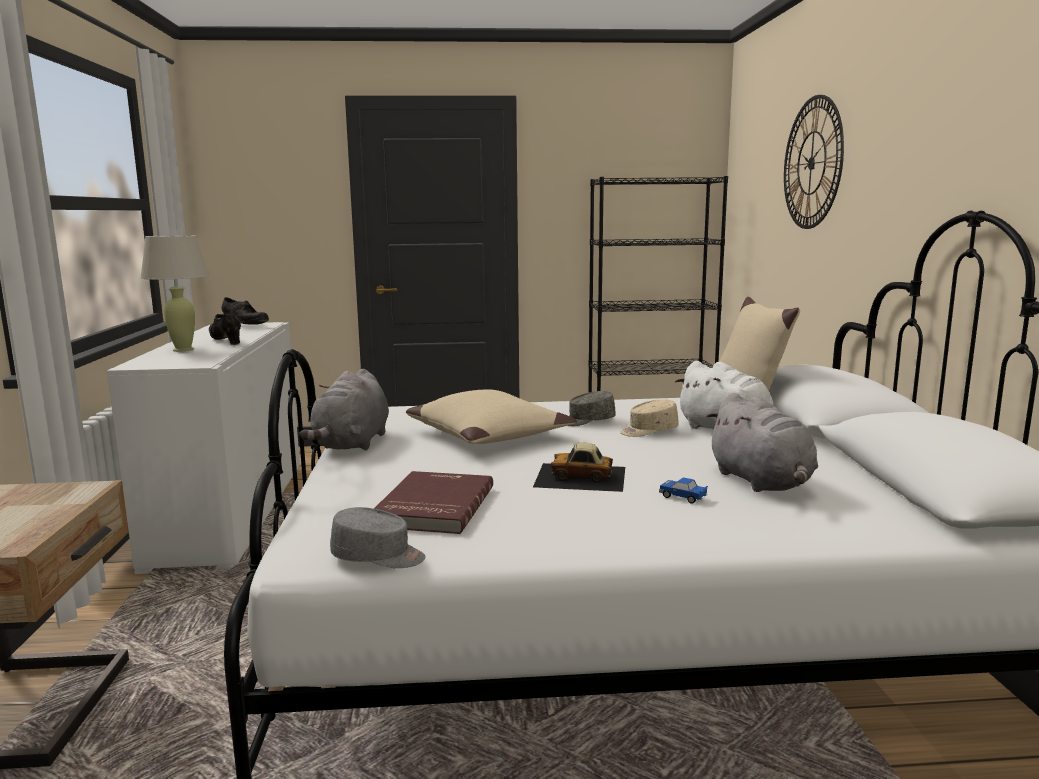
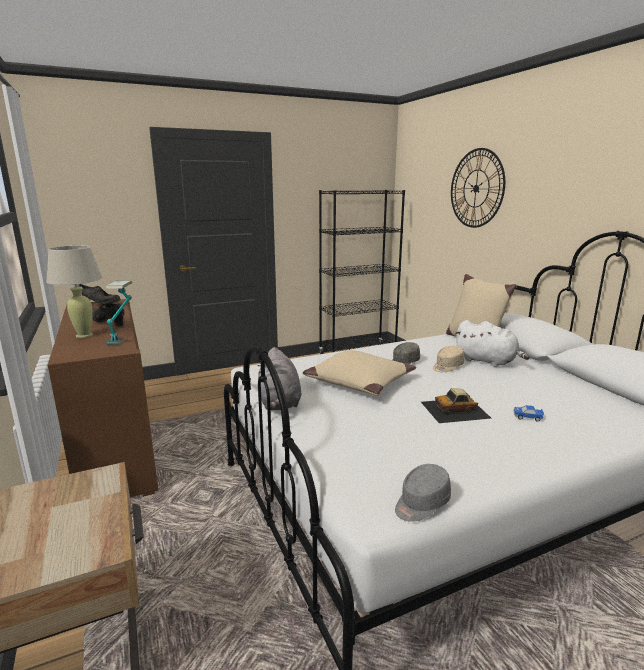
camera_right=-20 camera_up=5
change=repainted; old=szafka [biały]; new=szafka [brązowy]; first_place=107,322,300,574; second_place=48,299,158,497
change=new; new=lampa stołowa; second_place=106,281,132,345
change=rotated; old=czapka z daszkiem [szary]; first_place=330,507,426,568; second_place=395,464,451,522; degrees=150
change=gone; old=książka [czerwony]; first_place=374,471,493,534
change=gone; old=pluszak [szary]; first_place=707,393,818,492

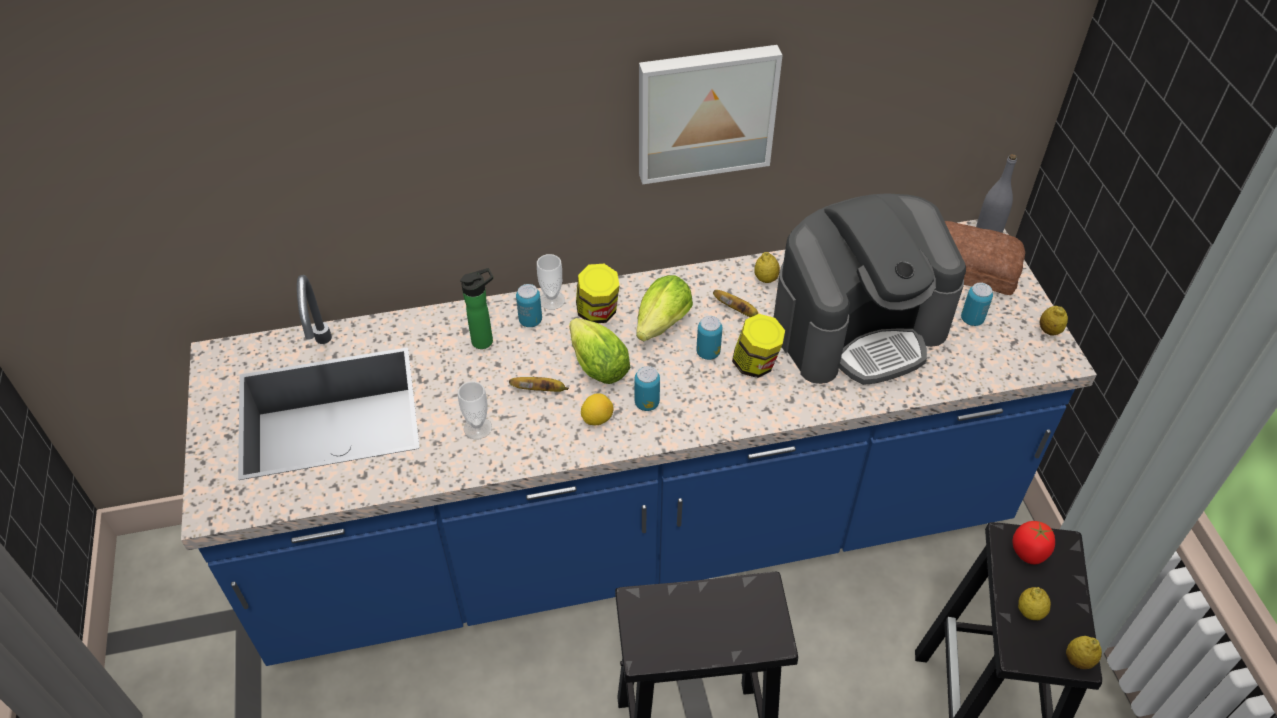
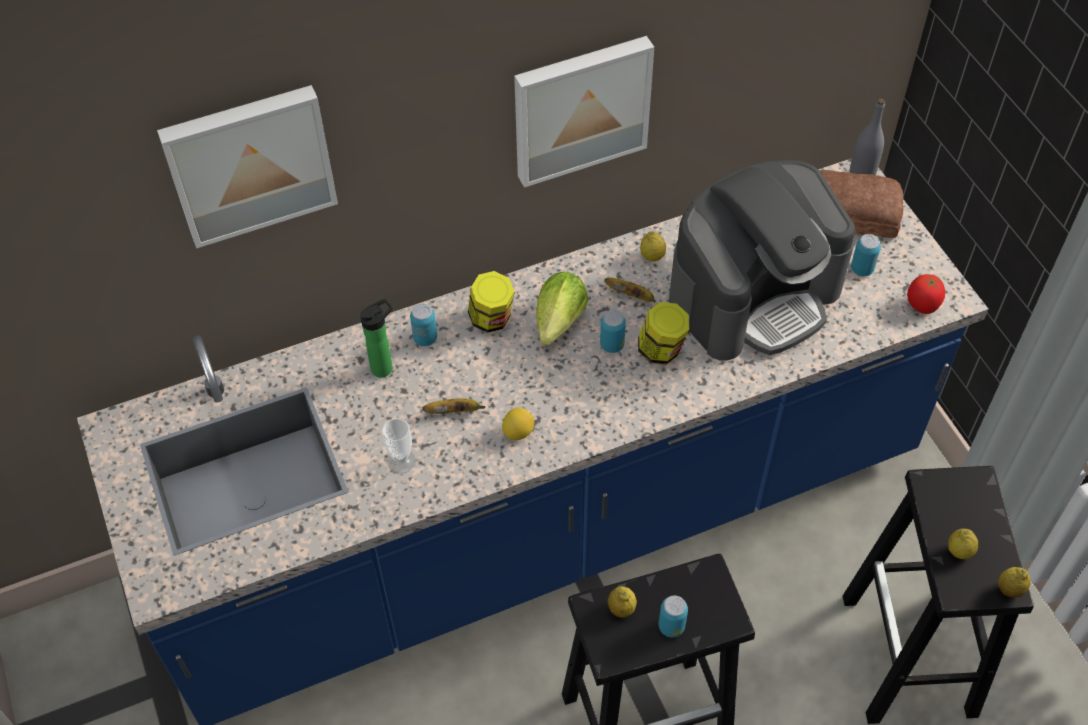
camera_right=-10 camera_up=5
change=new; new=obraz; second_place=157,85,338,248
change=shifted; old=cytryna; first_place=1040,306,1068,335; second_place=608,586,637,618
change=shifted; old=puszka; first_place=635,366,660,411; second_place=659,595,688,638
change=shifted; old=pomidor; first_place=1012,521,1055,565; second_place=907,274,945,314
change=gone; old=filiżanka; first_place=537,254,565,310
change=gone; old=sałata; first_place=569,318,630,384

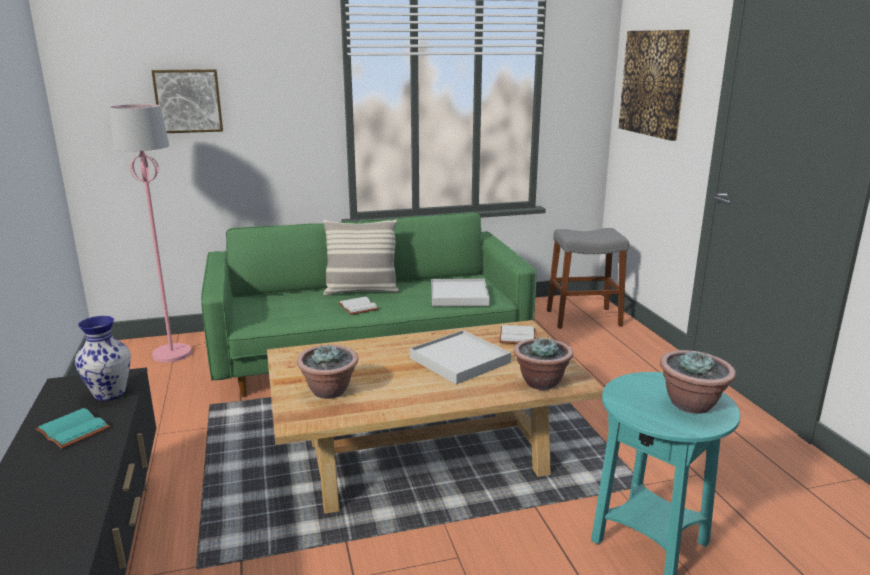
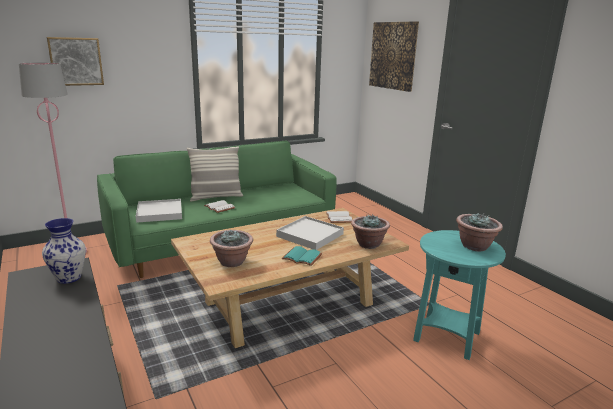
camera_right=-15 camera_up=0
change=shifted; old=taca [biały]; first_place=431,279,489,306; second_place=136,199,182,223
change=shifted; old=książka [turkusowy]; first_place=35,408,110,449; second_place=282,246,322,266
change=gone; old=stołek [szary]; first_place=547,228,629,329

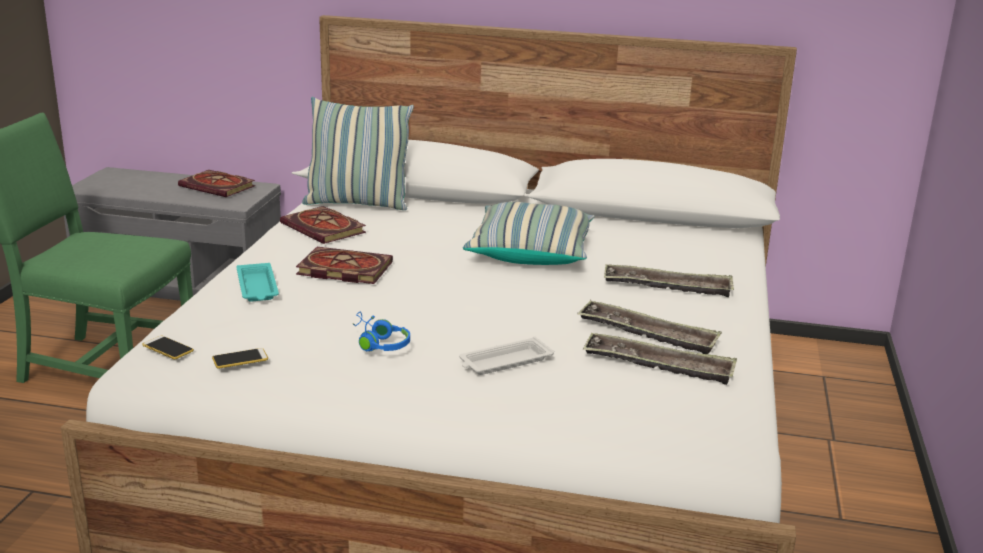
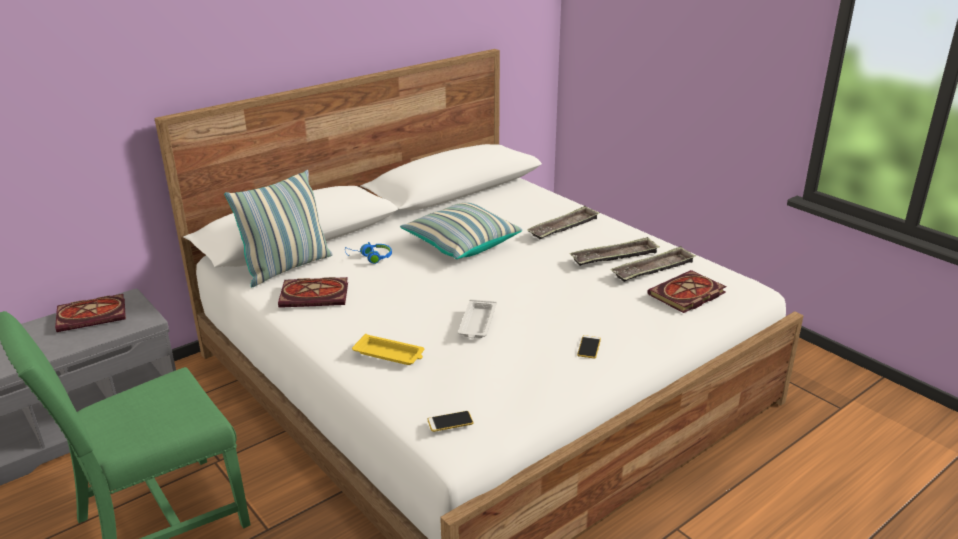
camera_right=-50 camera_up=5
change=shifted; old=słuchawki [niebieski]; first_place=352,312,410,351; second_place=345,242,392,264
change=repainted; old=taca [turkusowy]; new=taca [żółty]; first_place=236,263,279,302; second_place=352,334,424,365
change=shifted; old=taca [biały]; first_place=459,337,554,375; second_place=458,299,497,338
change=shifted; old=telefon; first_place=212,348,268,368; second_place=577,335,601,359
change=shifted; old=książka; first_place=296,247,393,284; second_place=647,270,727,313

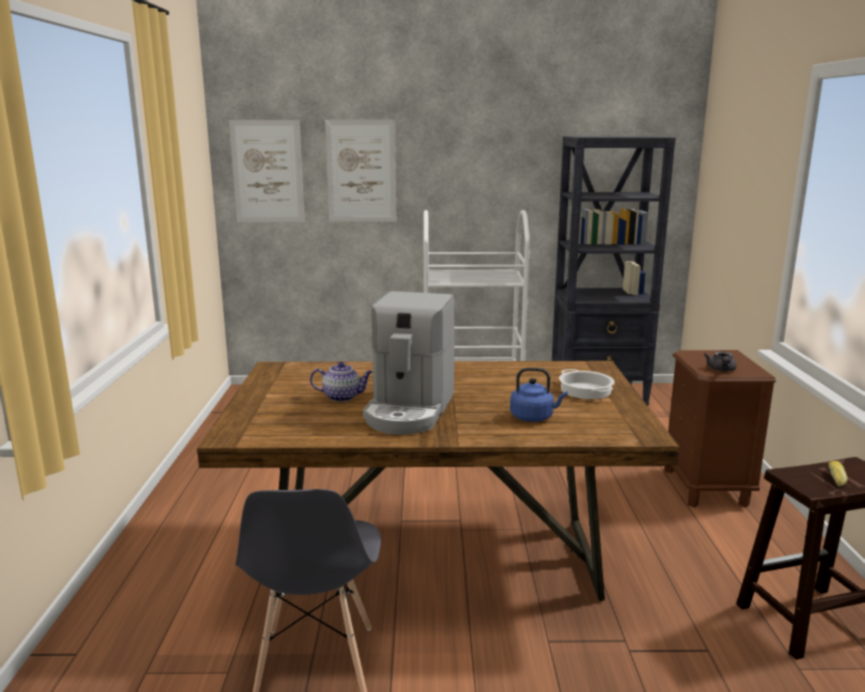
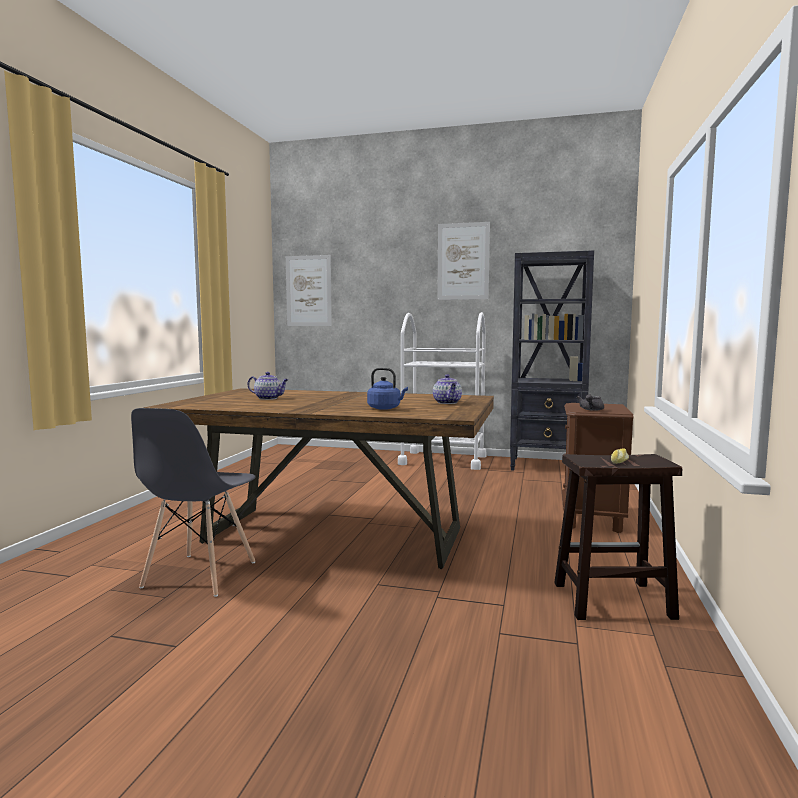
camera_right=15 camera_up=-10
change=swapped; old=garnek; new=imbryk; first_place=559,369,615,399; second_place=433,374,462,404
change=shifted; old=obraz; first_place=325,119,396,222; second_place=437,222,490,300
change=gone; old=ekspres do kawy; first_place=363,291,455,435

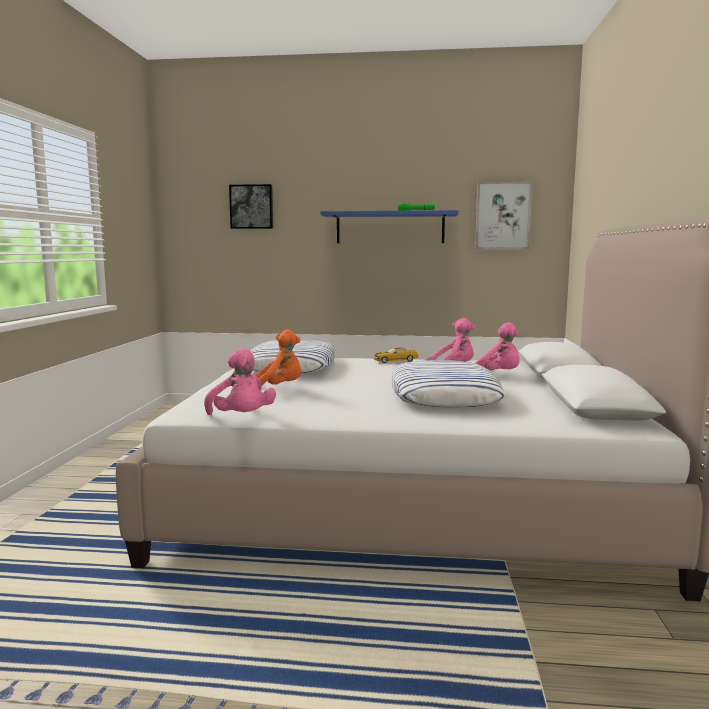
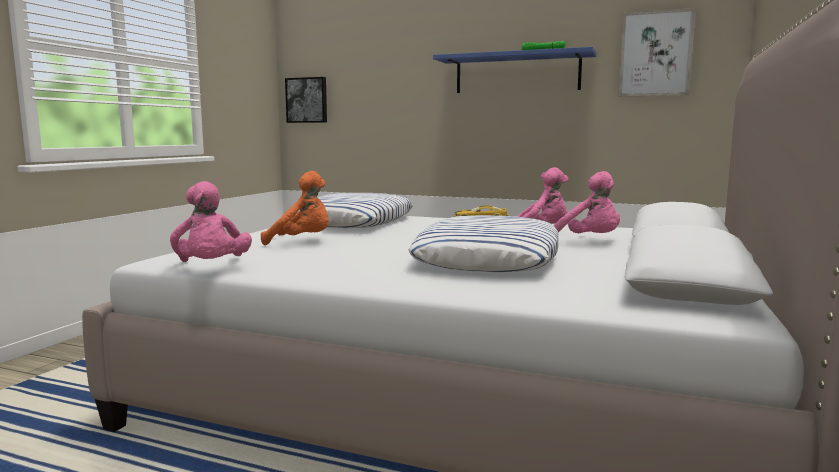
camera_right=15 camera_up=0
change=shifted; old=obraz; first_place=229,184,273,229; second_place=285,77,327,123

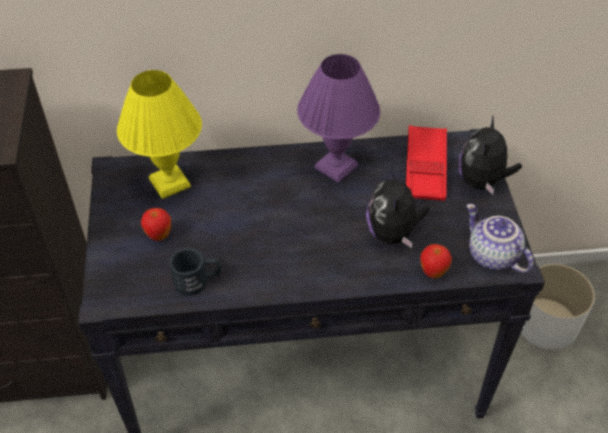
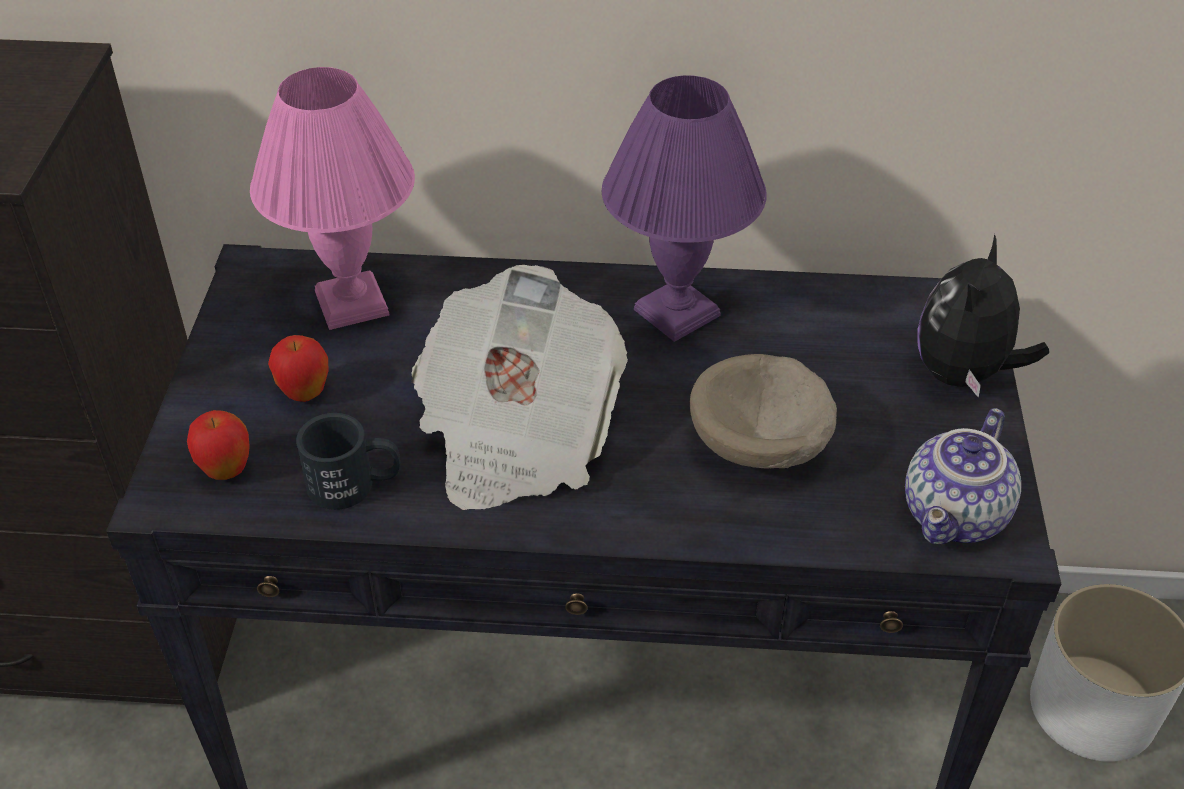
camera_right=10 camera_up=-5
change=shifted; old=jabłko; first_place=420,244,452,278; second_place=187,410,250,480
change=repainted; old=lampa stołowa [żółty]; new=lampa stołowa [różowy]; first_place=117,70,202,199; second_place=250,67,415,330
change=new; new=gazeta; second_place=411,265,628,510
change=swapped; old=pluszak; new=miska [beżowy]; first_place=366,166,429,248; second_place=690,354,837,468
change=rotated; old=imbryk; first_place=467,204,534,273; second_place=905,408,1021,545; degrees=-120
change=gone; old=taca [czerwony]; first_place=406,125,447,201

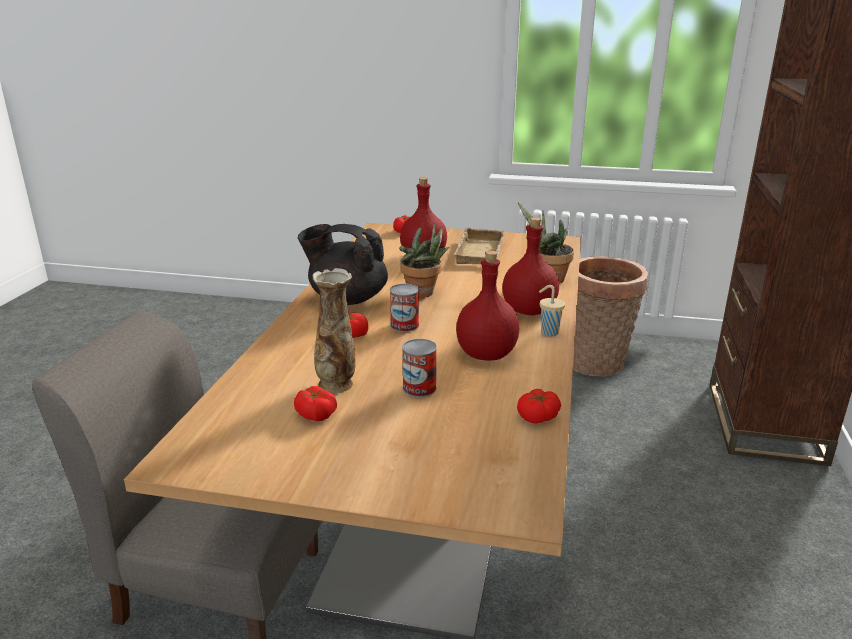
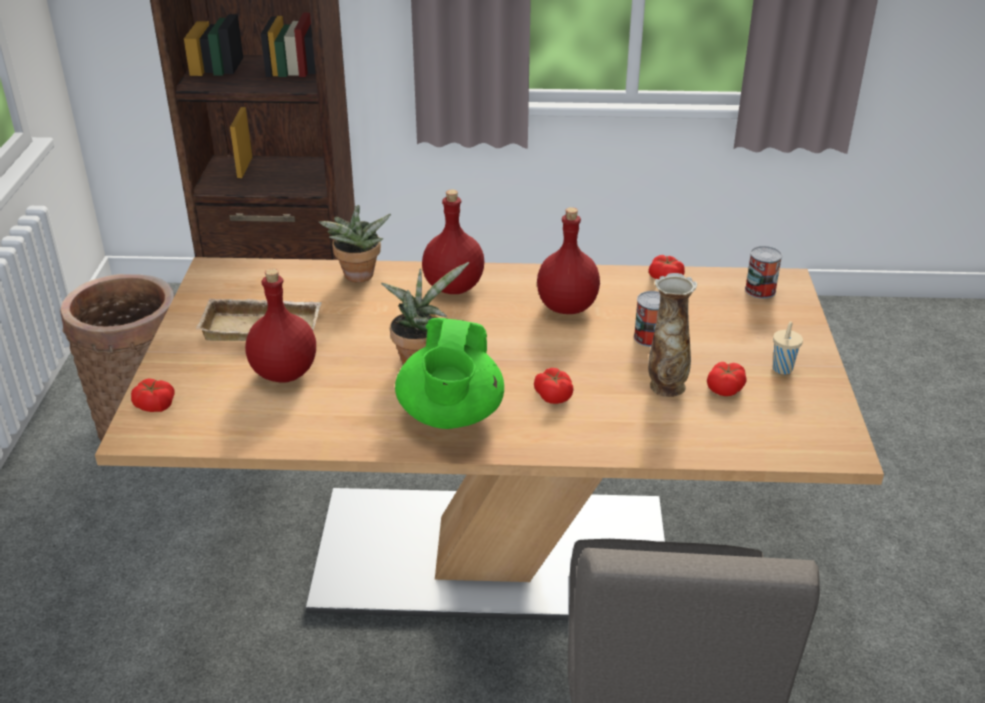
camera_right=-100 camera_up=10
change=repainted; old=imbryk [czarny]; new=imbryk [zielony]; first_place=298,224,388,305; second_place=395,318,504,429
change=shifted; old=puszka; first_place=390,284,419,332; second_place=745,246,782,299
change=shifted; old=filiżanka [beżowy]; first_place=539,285,565,336; second_place=773,321,803,374

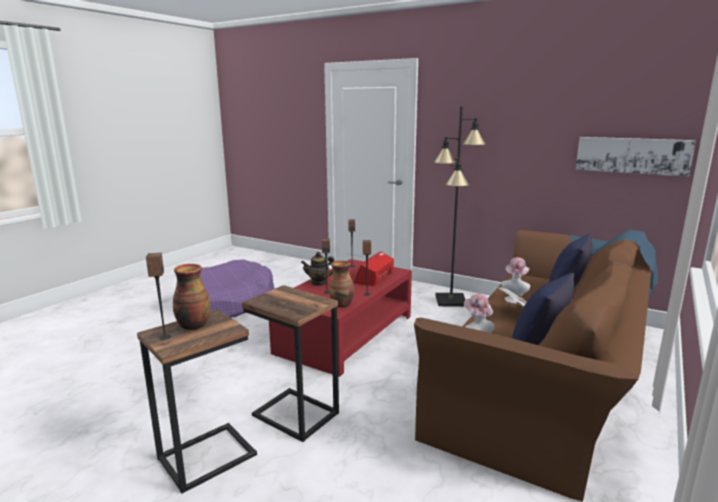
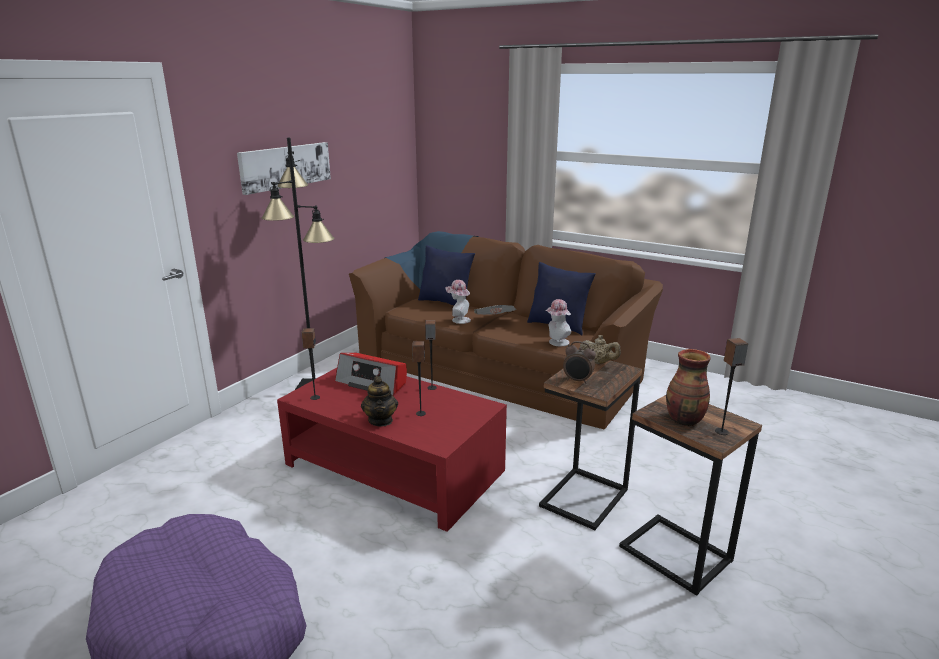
camera_right=-90 camera_up=5
change=shifted; old=obraz; first_place=575,137,696,177; second_place=237,142,331,195
change=new; new=budzik; second_place=563,341,596,384
change=new; new=imbryk [beżowy]; second_place=580,335,621,364
change=gone; old=wazon; first_place=329,261,354,308

